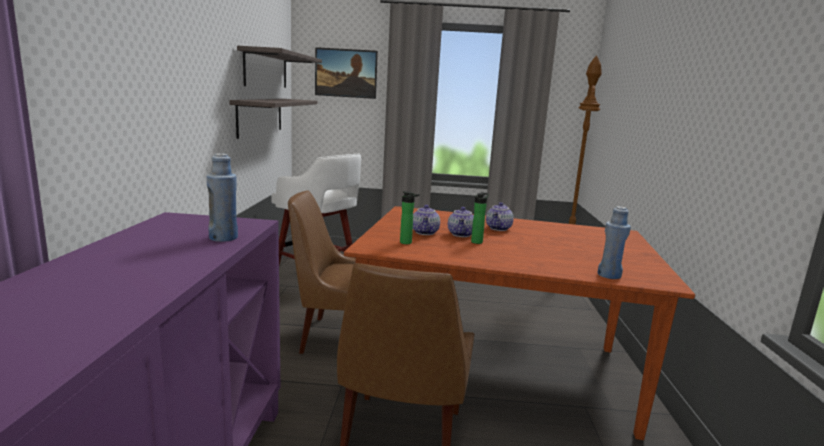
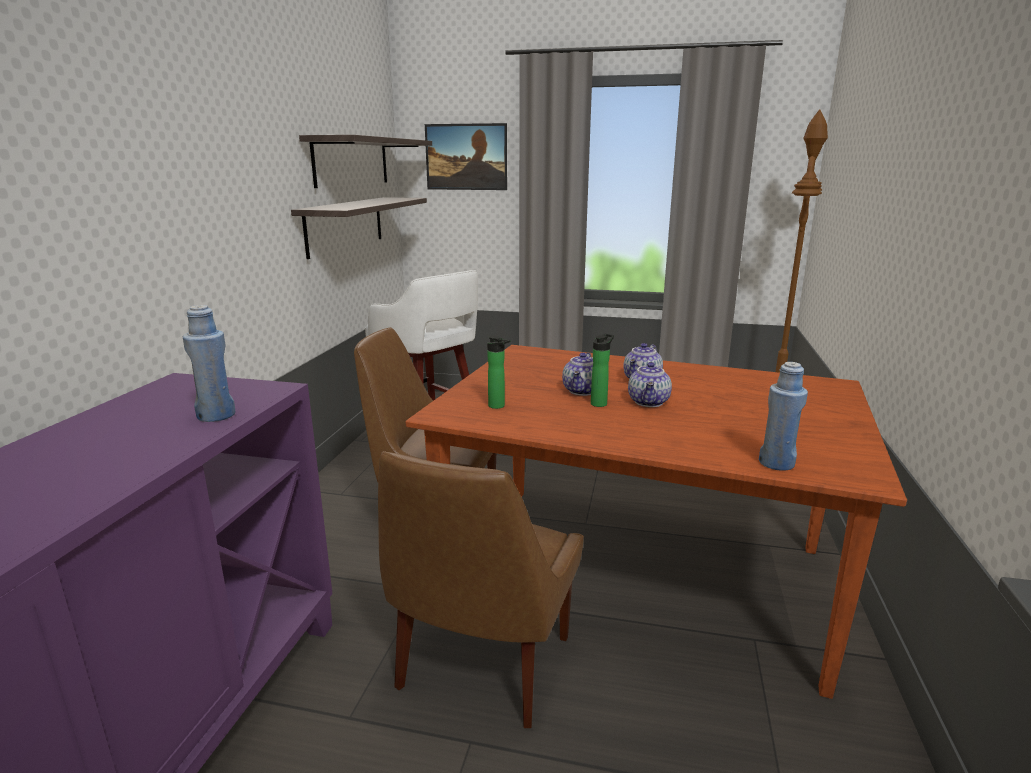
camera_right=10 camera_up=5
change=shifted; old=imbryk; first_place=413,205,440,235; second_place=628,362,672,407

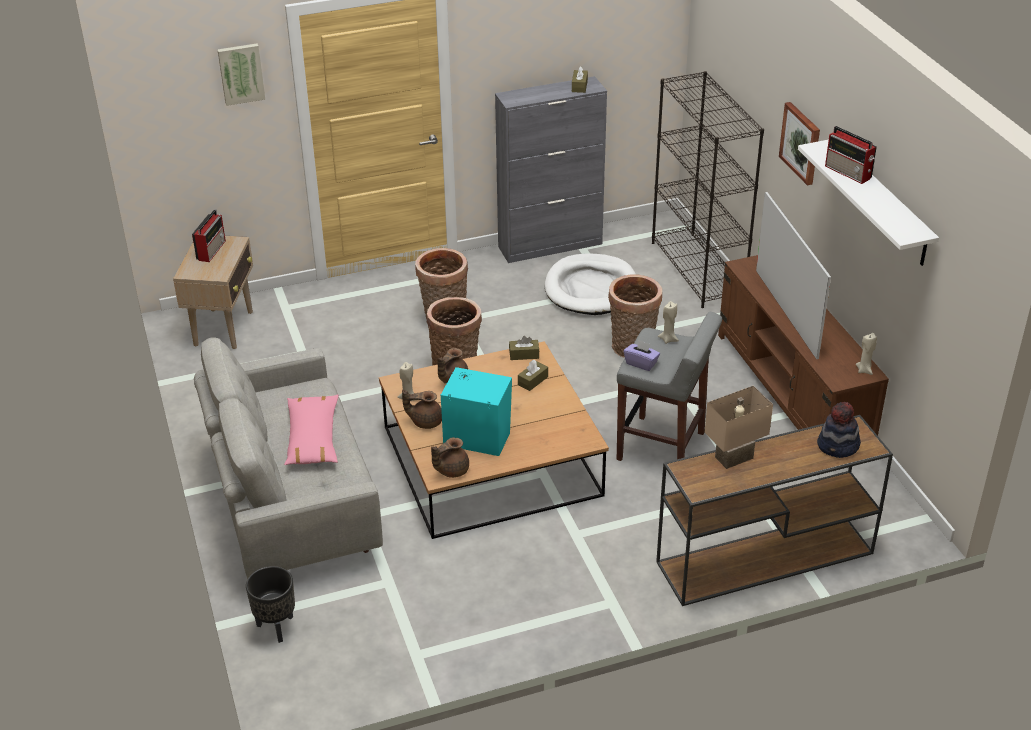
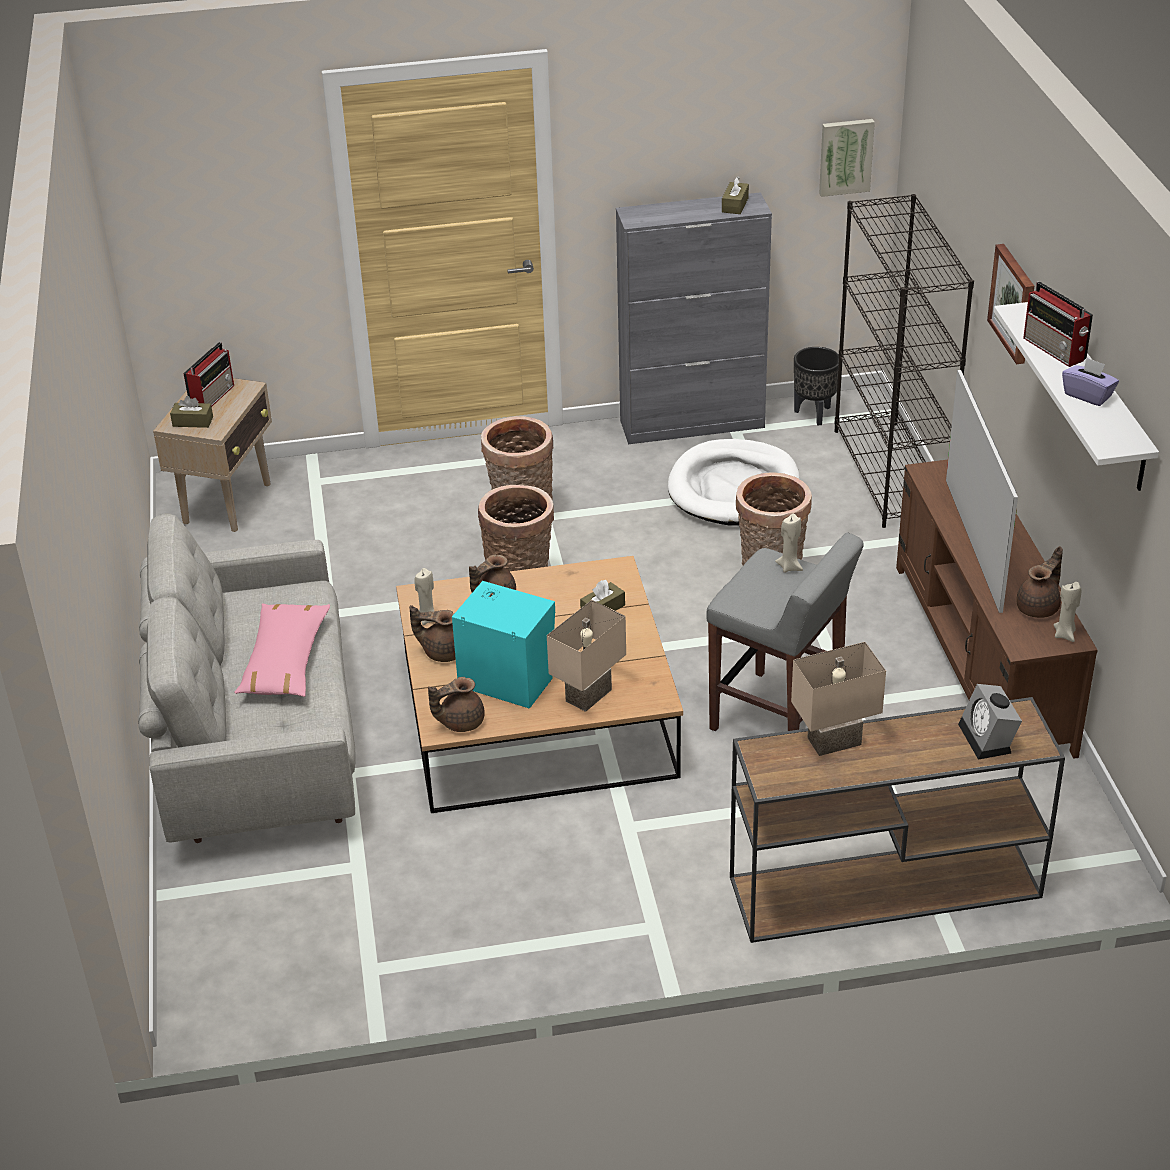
camera_right=10 camera_up=0
change=shifted; old=pudełko chusteczek [brązowy]; first_place=509,336,540,360; second_place=170,396,213,428
change=new; new=lampa stołowa [beżowy]; second_place=547,600,626,712
change=shifted; old=donica [czarny]; first_place=246,566,295,643; second_place=794,347,839,425
change=shifted; old=obraz; first_place=217,43,265,106; second_place=819,119,875,197
change=swapped; old=kapelusz; new=budzik; first_place=817,402,861,458; second_place=958,684,1022,760
change=new; new=imbryk [brązowy]; second_place=1016,546,1063,618
change=shifted; old=pudełko chusteczek [fioletowy]; first_place=624,340,660,371; second_place=1062,357,1119,406

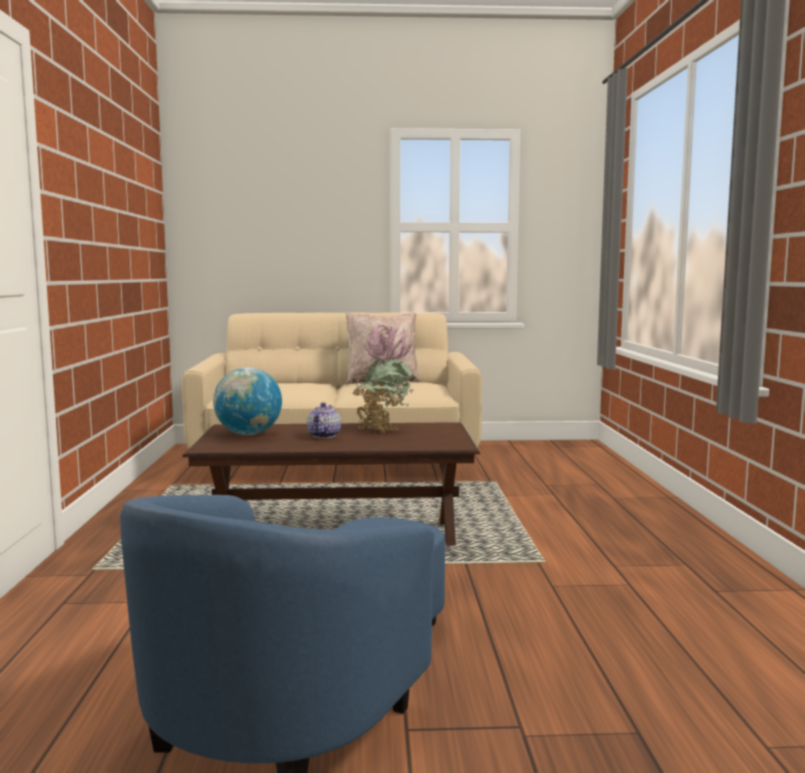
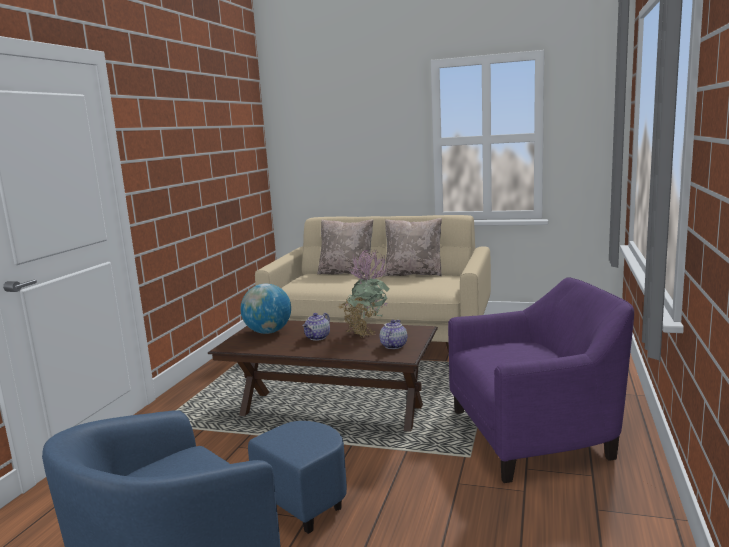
camera_right=20 camera_up=5
change=new; new=poduszka [beżowy]; second_place=317,220,373,276
change=new; new=imbryk; second_place=380,320,407,349
change=new; new=fotel [fioletowy]; second_place=448,277,634,483

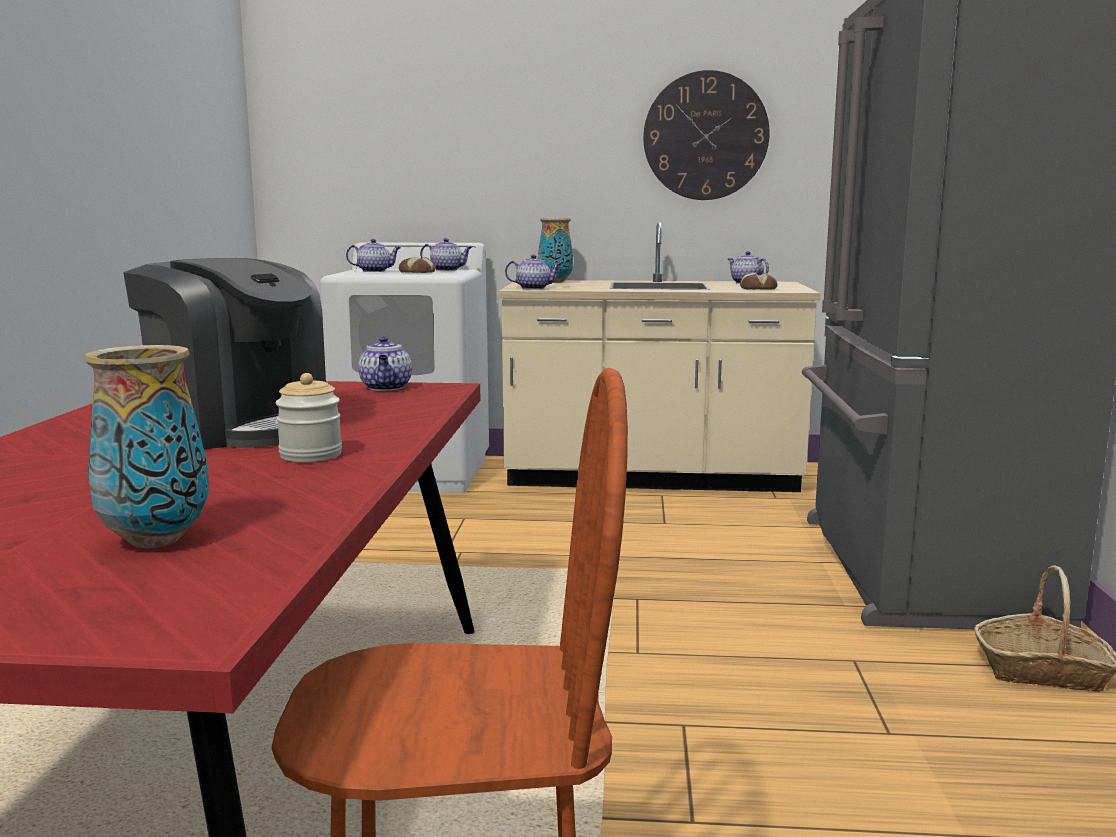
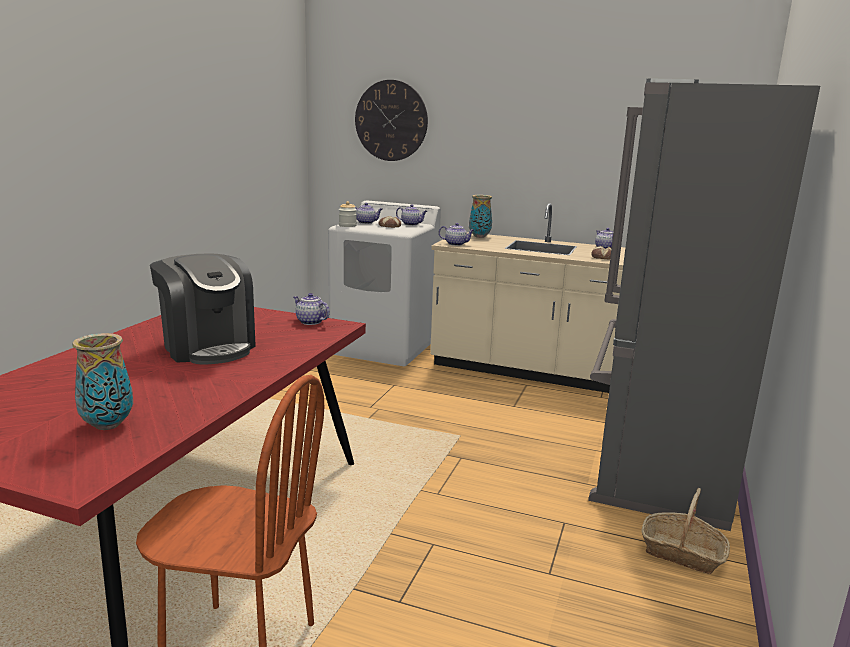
camera_right=15 camera_up=5
change=rotated; old=imbryk; first_place=358,336,412,391; second_place=293,293,330,325; degrees=120
change=shifted; old=słoik; first_place=276,373,342,462; second_place=339,201,357,227
change=shifted; old=zegar ścienny; first_place=643,70,770,200; second_place=355,80,428,161

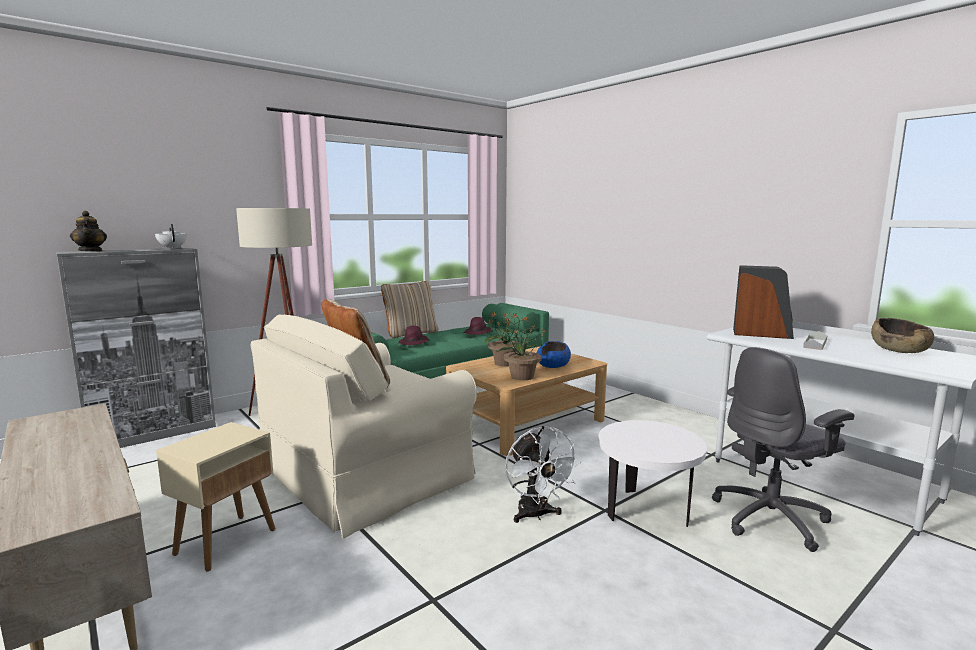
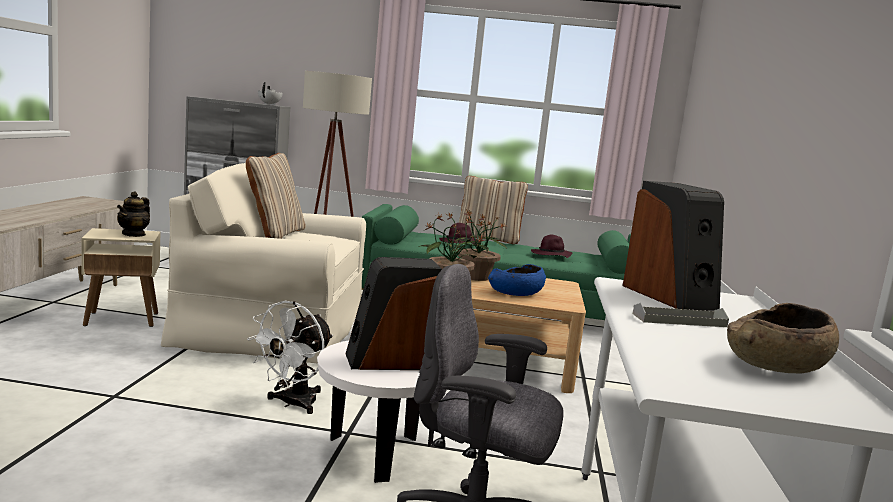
camera_right=45 camera_up=0
change=shifted; old=imbryk; first_place=70,211,107,251; second_place=117,191,150,237
change=new; new=głośnik; second_place=346,257,442,370

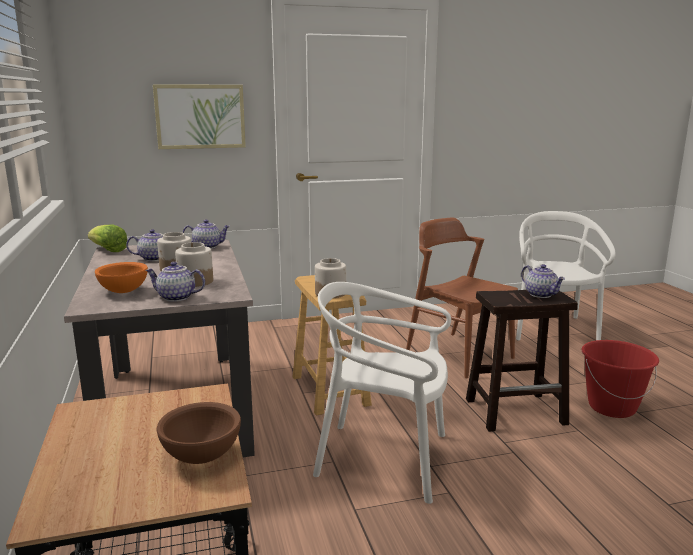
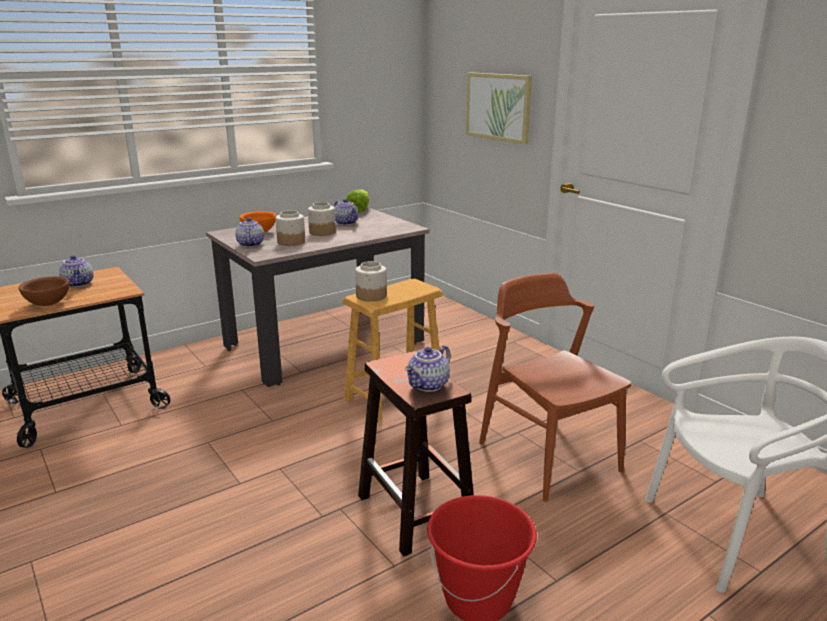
camera_right=70 camera_up=5
change=shifted; old=imbryk; first_place=182,220,230,249; second_place=59,255,94,288
change=rotated; old=krzesło [brązowy]; first_place=406,217,518,378; second_place=479,273,631,502; degrees=-60
change=gone; old=krzesło [biały]; first_place=313,282,451,504

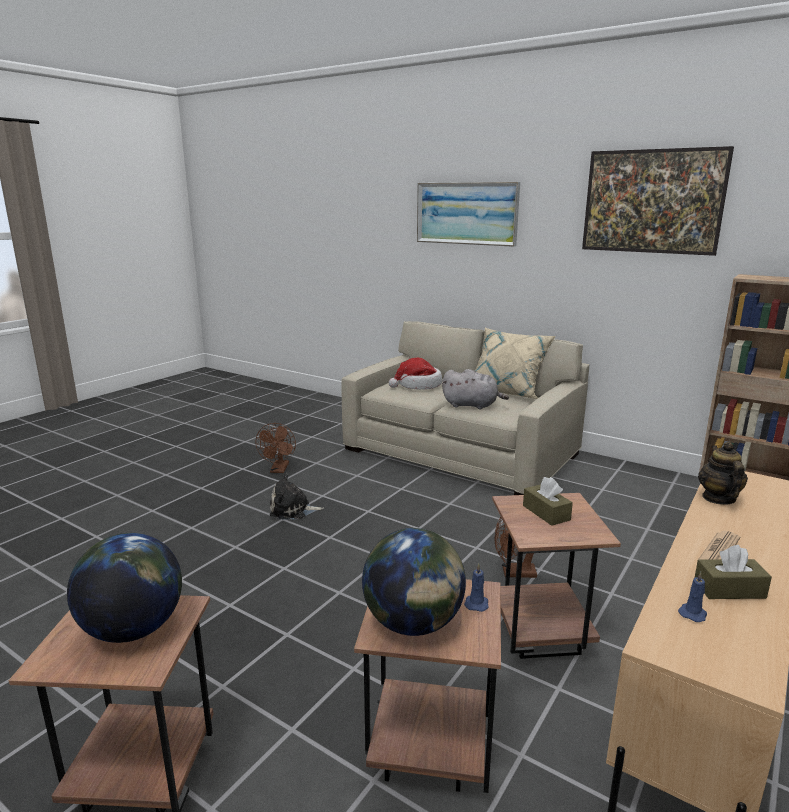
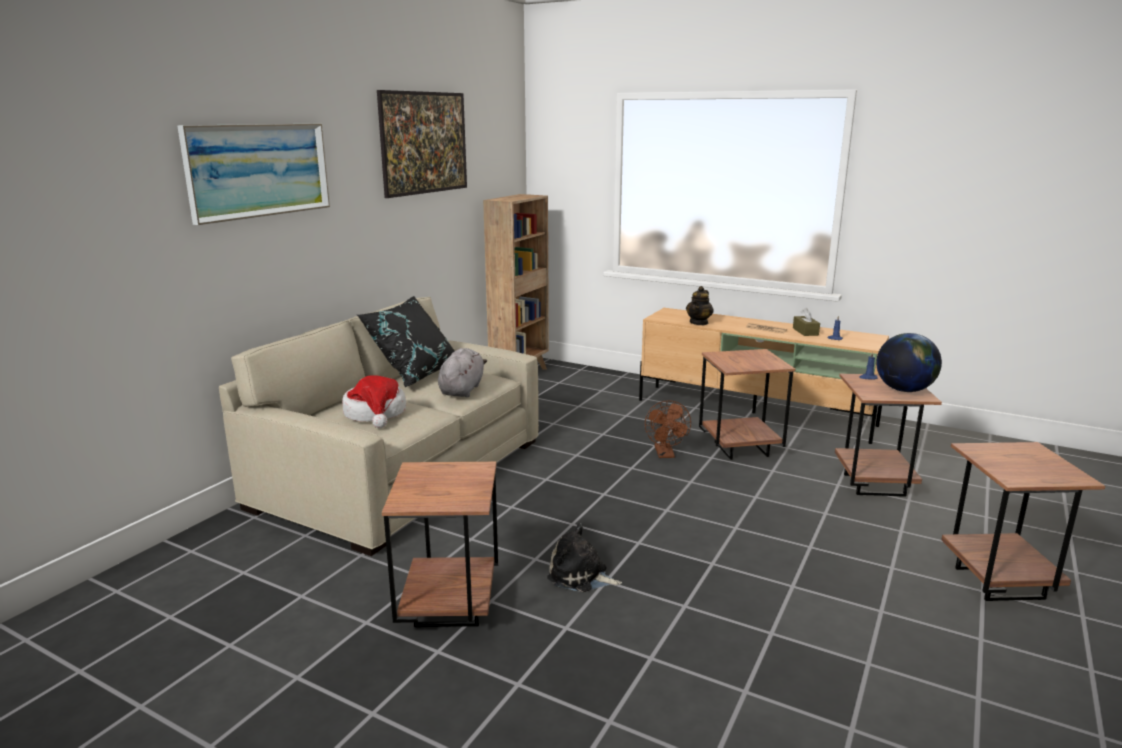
camera_right=-95 camera_up=0
change=repainted; old=poduszka [beżowy]; new=poduszka [czarny]; first_place=474,328,556,399; second_place=357,296,454,387
change=swapped; old=wentylator [brązowy]; new=stolik [brązowy]; first_place=255,423,296,473; second_place=382,462,498,627
change=rotated; old=pluszak; first_place=270,473,324,520; second_place=547,523,622,592; degrees=120
change=rotated; old=imbryk; first_place=698,442,748,505; second_place=686,286,714,325; degrees=-60
change=gone; old=globus; first_place=67,533,182,643
change=gone; old=pudełko chusteczek [brązowy]; first_place=523,477,573,526

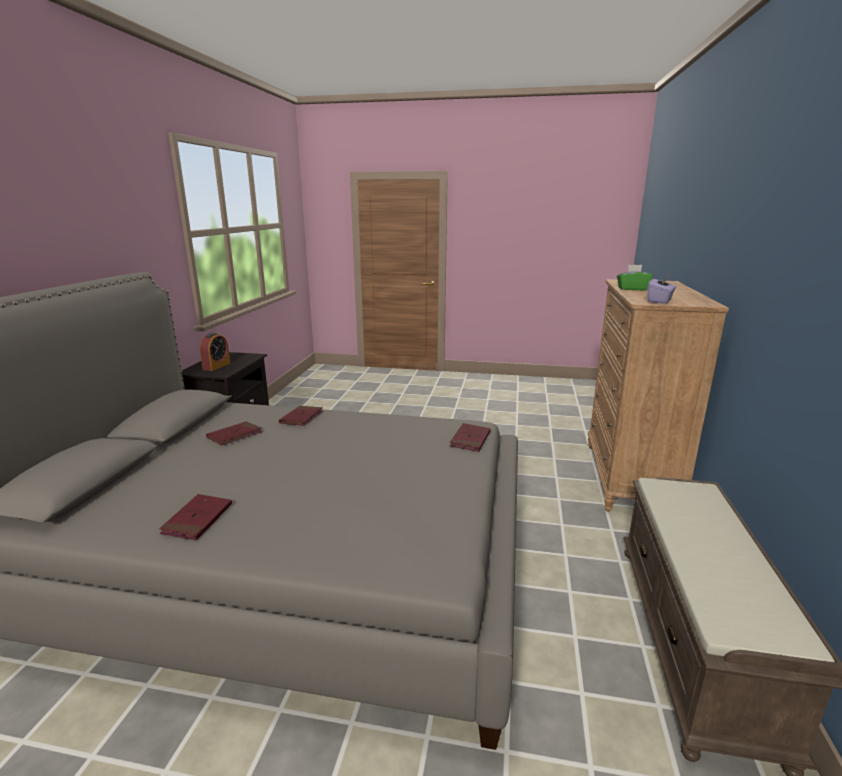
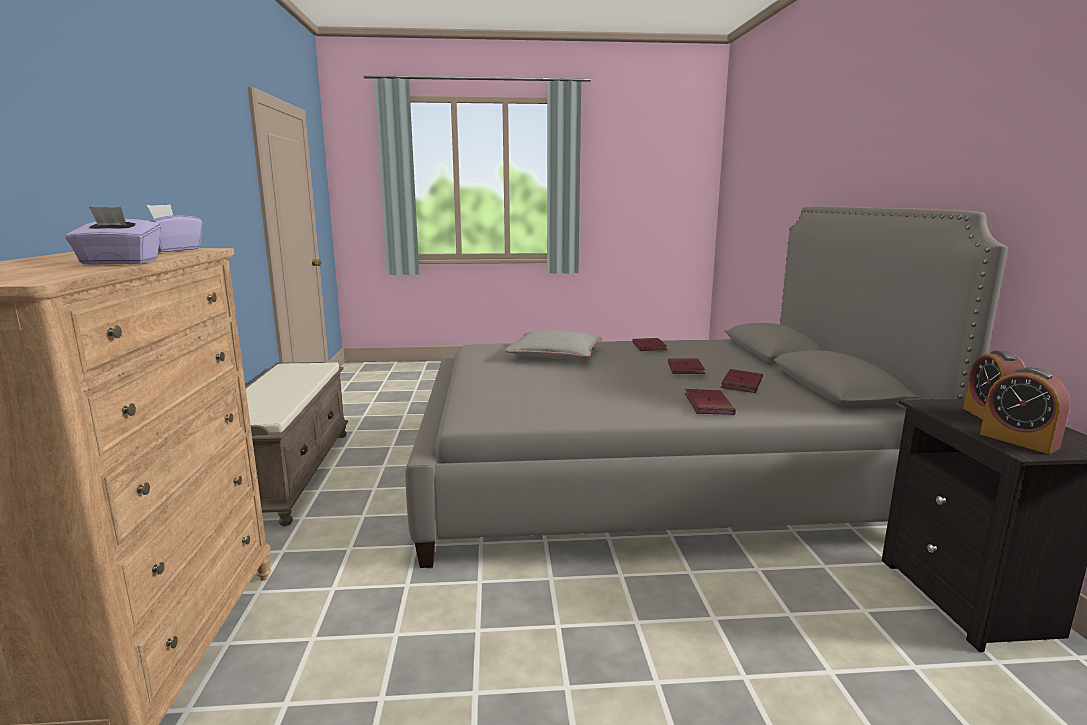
camera_right=165 camera_up=-5
change=repainted; old=pudełko chusteczek [zielony]; new=pudełko chusteczek [fioletowy]; first_place=617,265,653,290; second_place=65,206,161,265
change=new; new=poduszka [szary]; second_place=503,331,602,359
change=shifted; old=książka [czerwony]; first_place=450,423,491,452; second_place=668,358,705,374
change=new; new=budzik; second_place=980,367,1070,454

